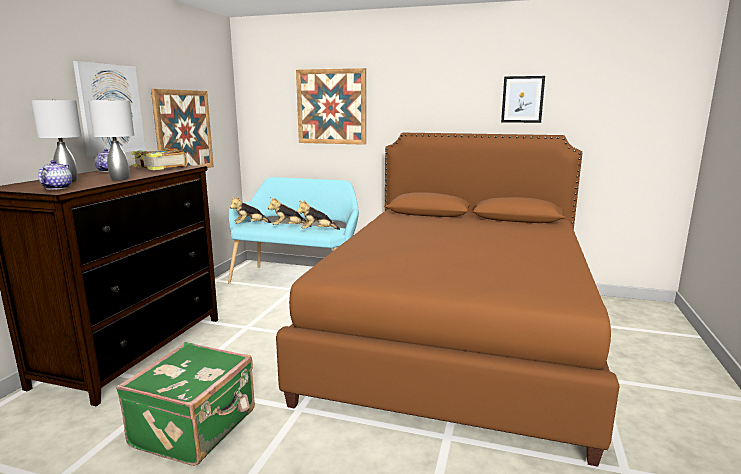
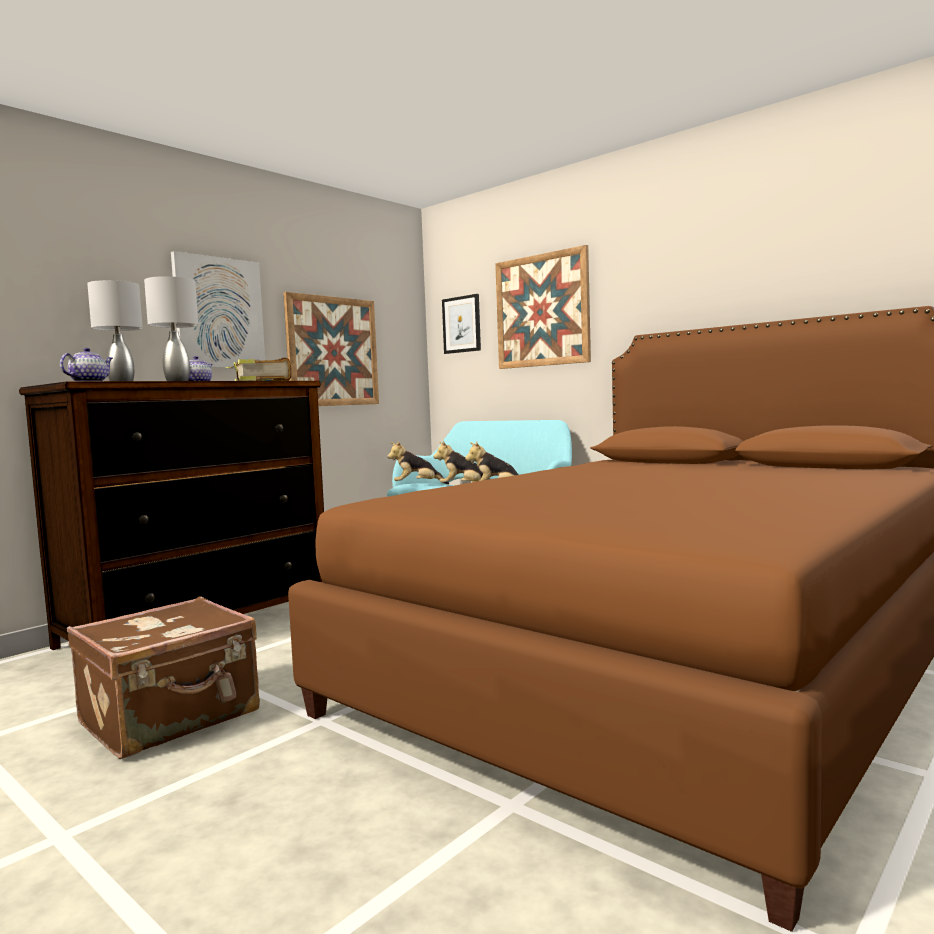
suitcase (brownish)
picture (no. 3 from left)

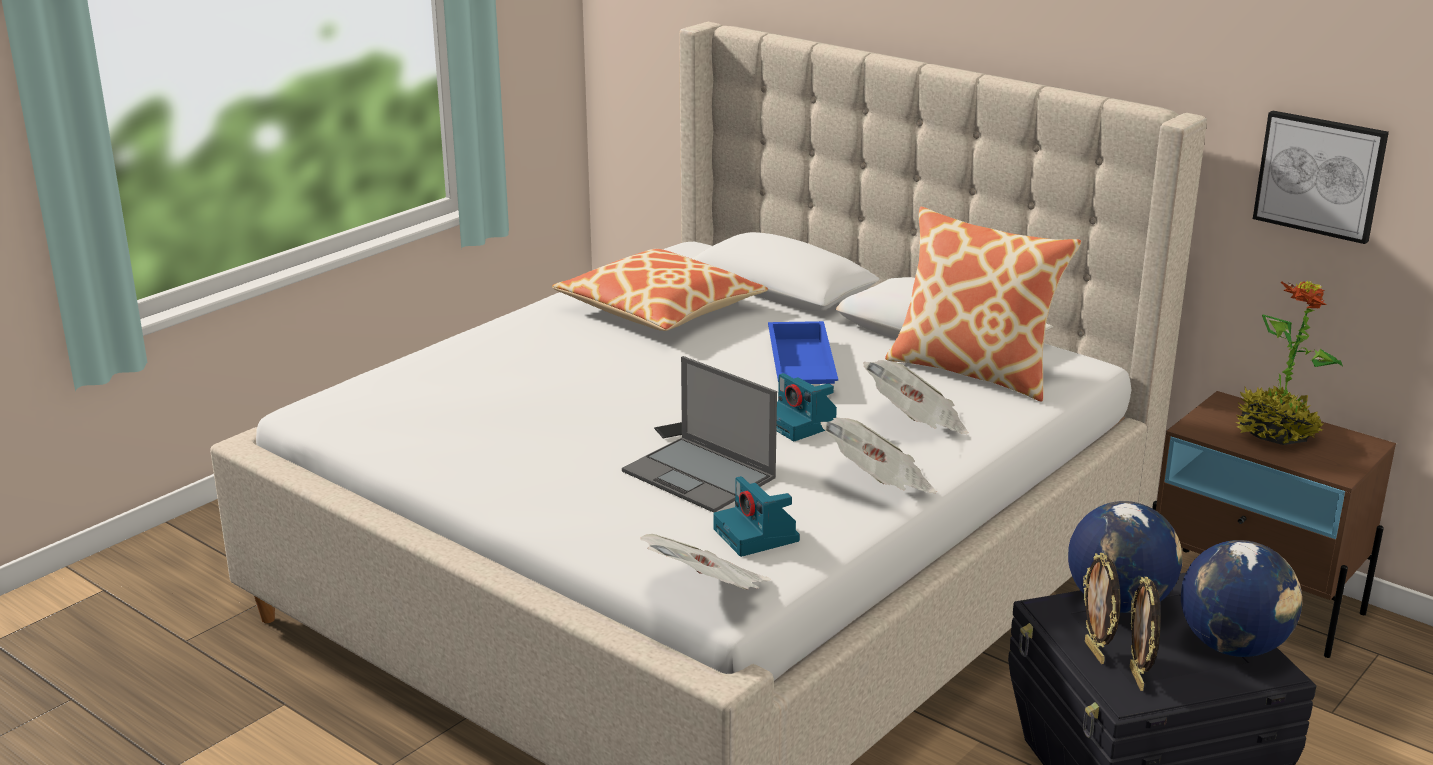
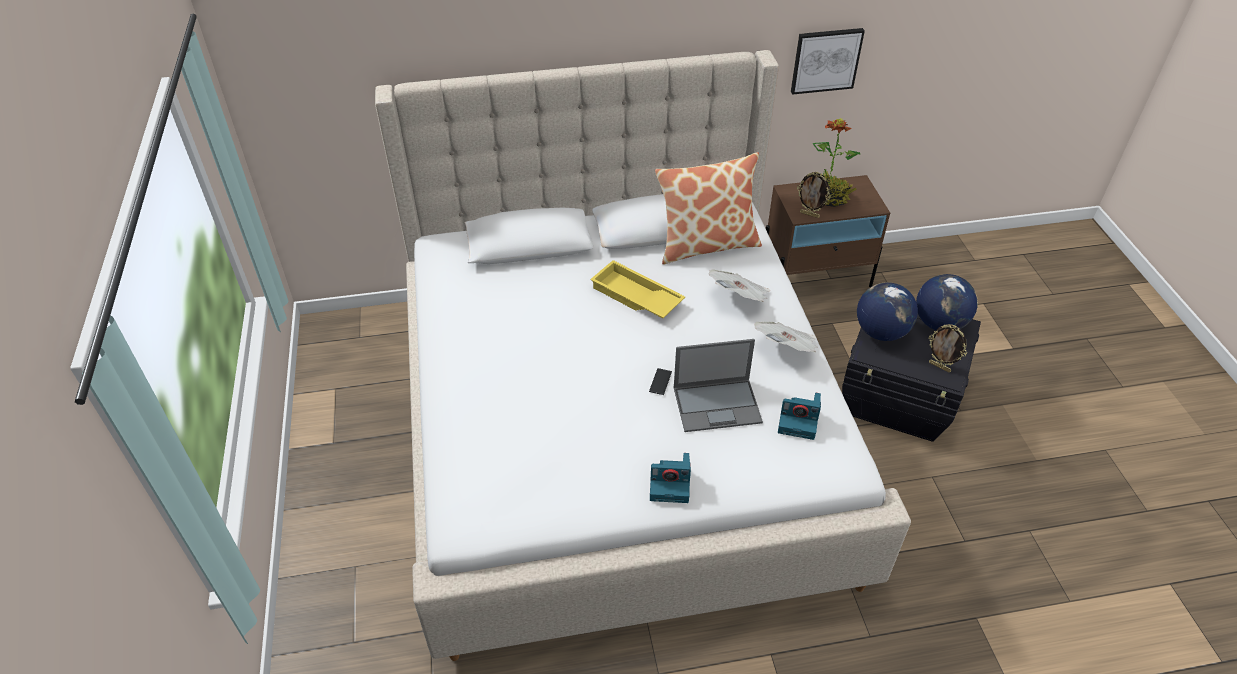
carrying tray (yellowish)
photo camera (no. 1 from left)
standing frame (no. 1 from left)
pillow (no. 1 from left in the first image)
printed paper (no. 1 from left in the first image)

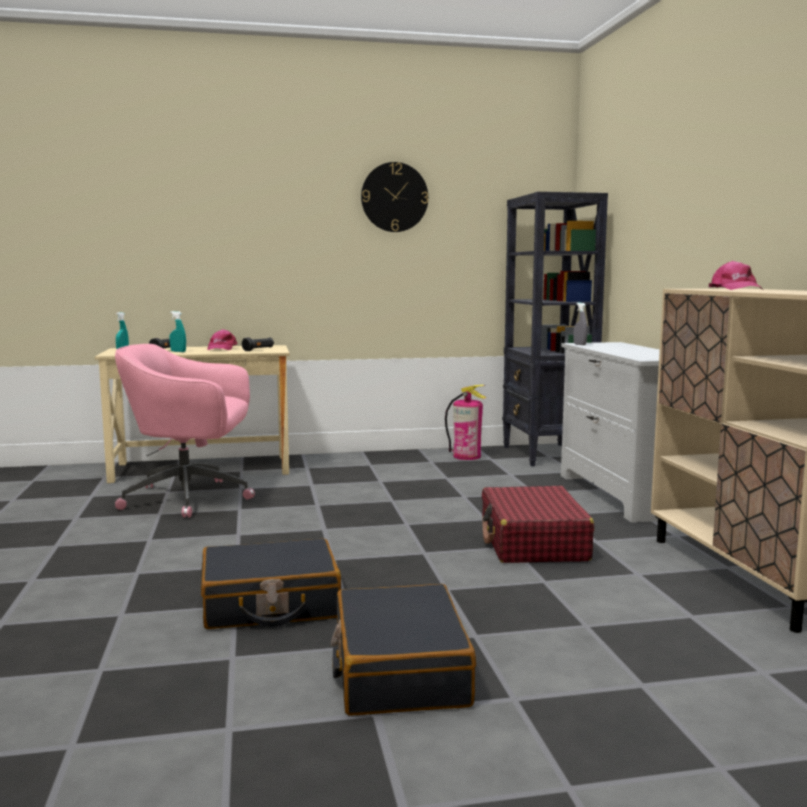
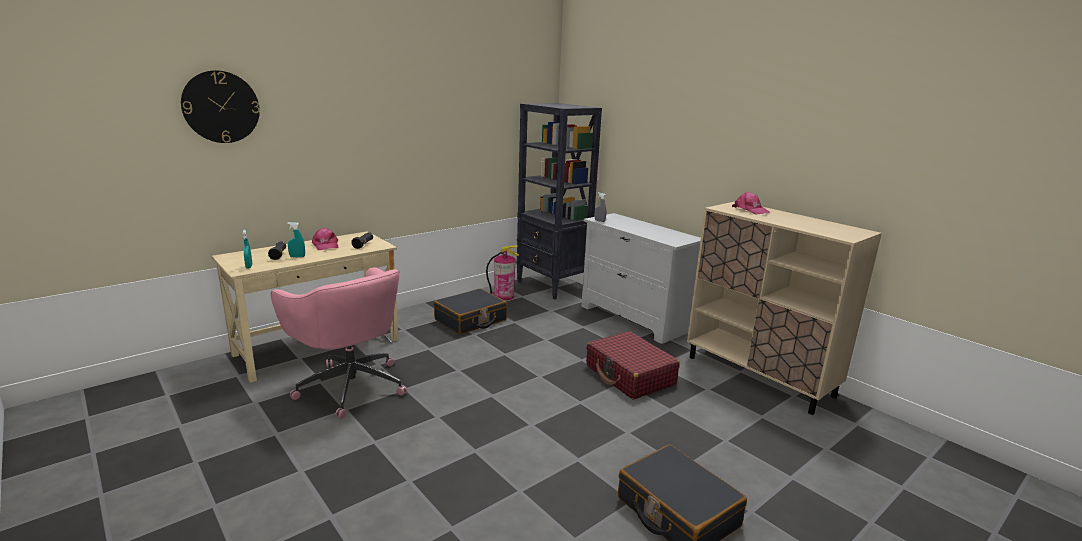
clock on the wall
office chair (pink)
suitcase (blackish) (no. 1 from left)

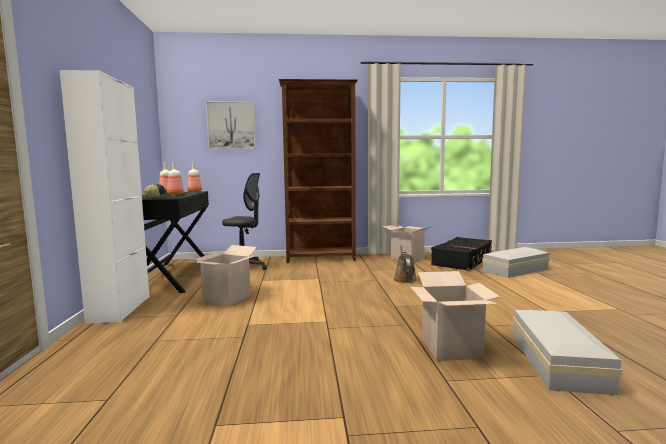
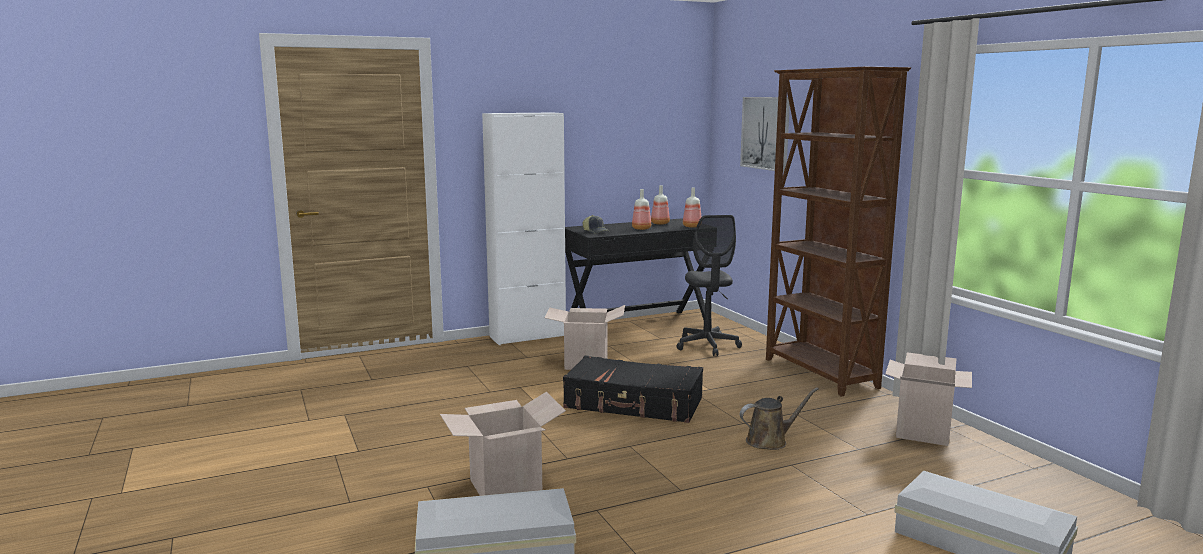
suitcase (blackish)

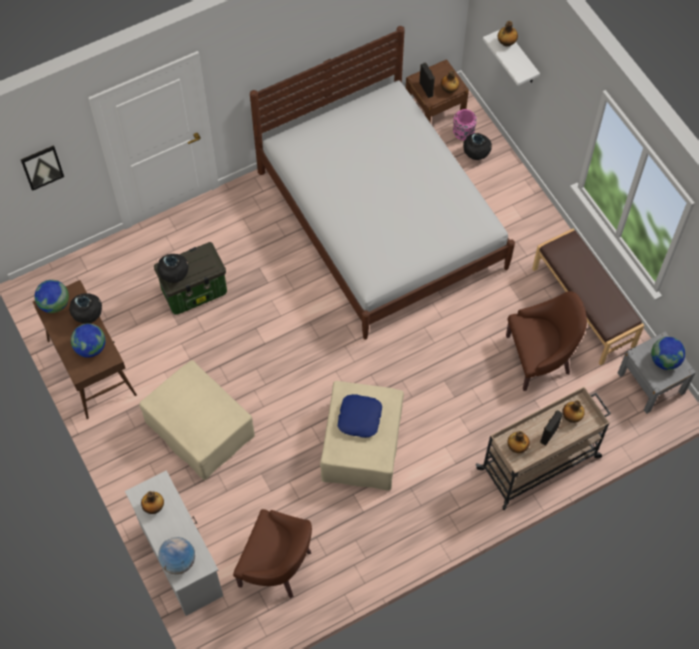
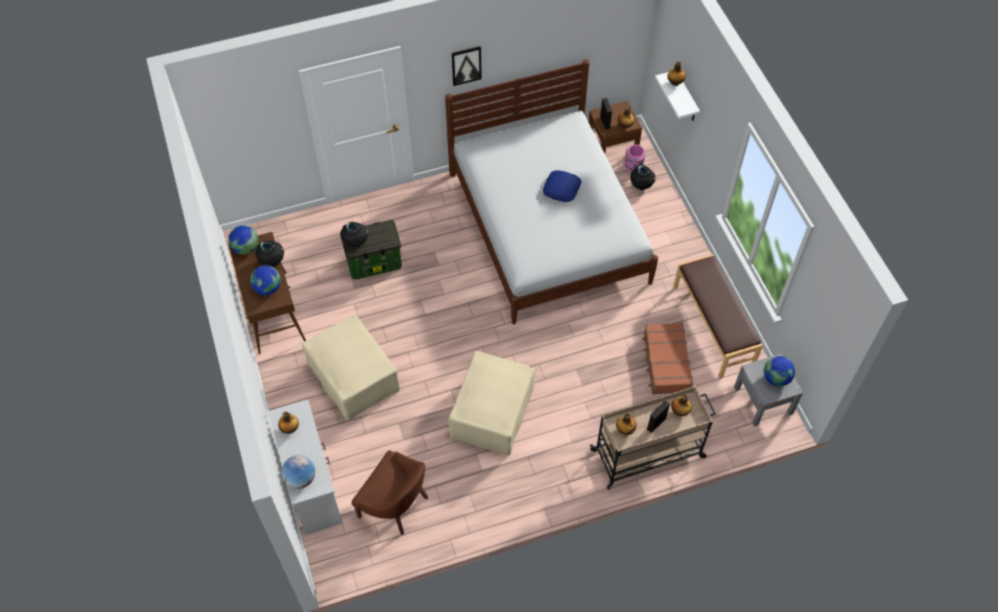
picture
pillow (bluish)
suitcase (brownish)

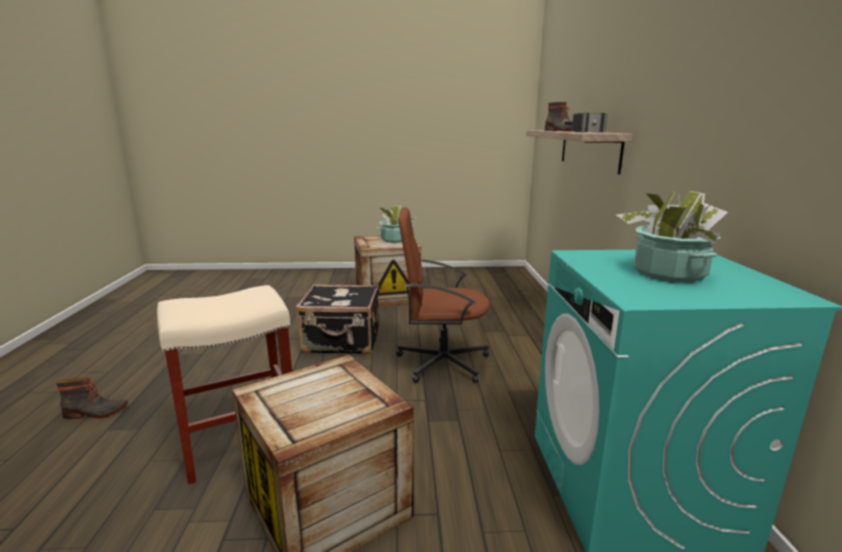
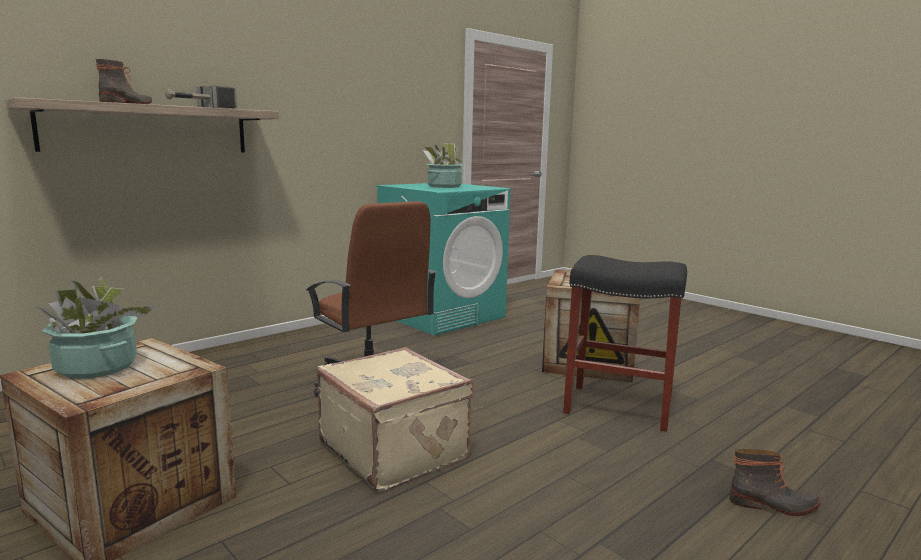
suitcase (beige-coloured)
stool seat (blackish)
boot (no. 2 from left)

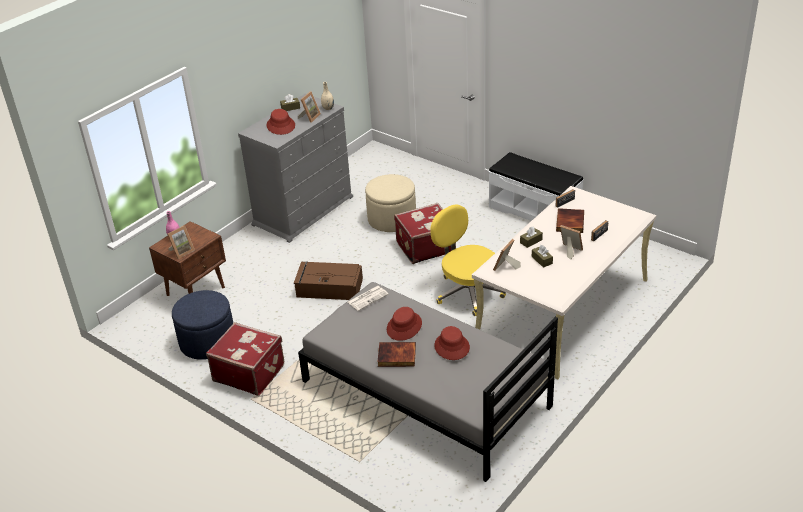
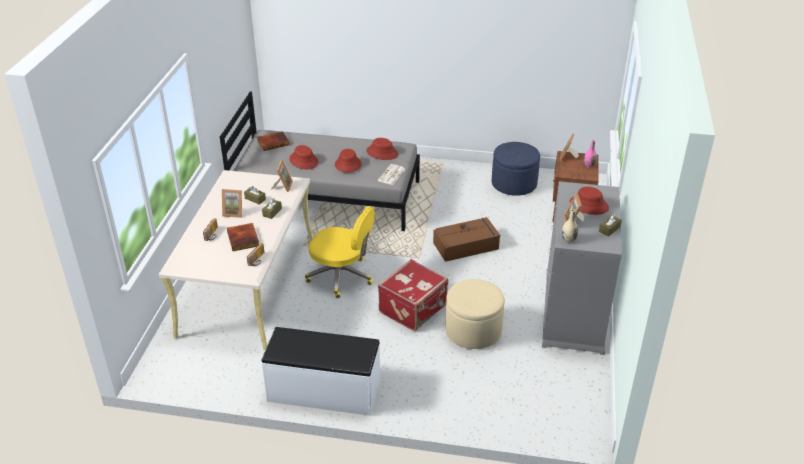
bound book (no. 2 from left)
wearable hat (red) (no. 3 from left)
suitcase (red) (no. 1 from left in the first image)

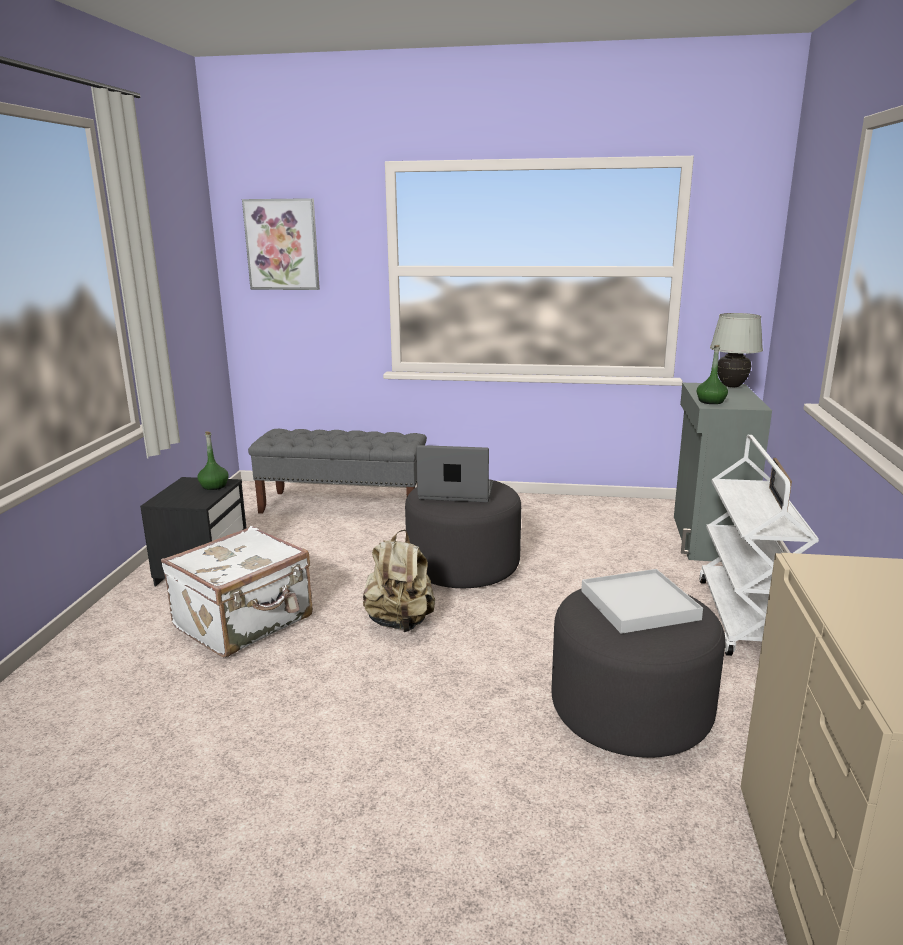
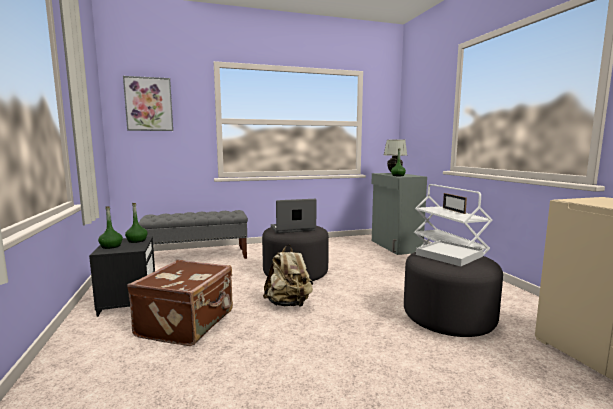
drink bottle (greenish) (no. 1 from left)
suitcase (brownish)

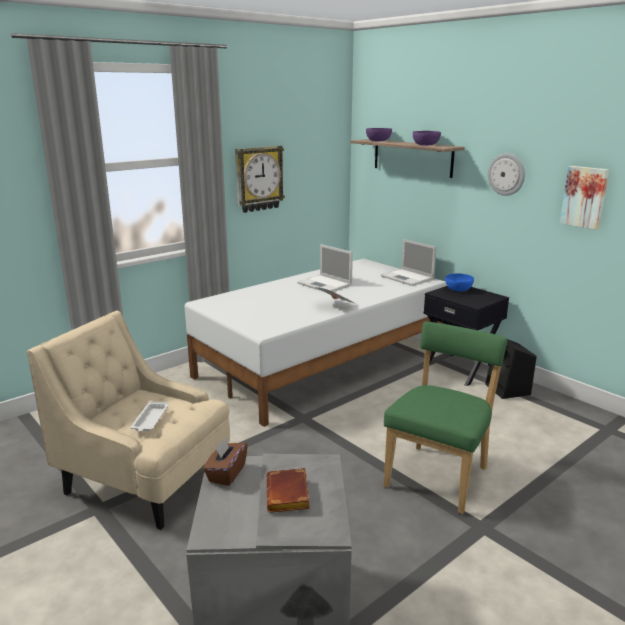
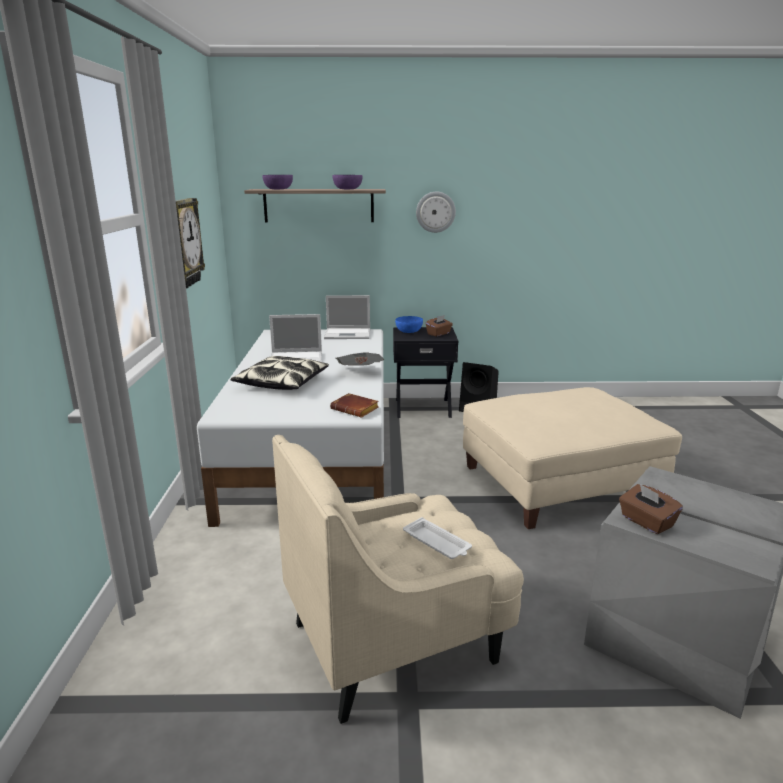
pillow
bound book (brownish)
tissue holder (brownish) (no. 1 from left)
pouffe (beige-coloured)
picture

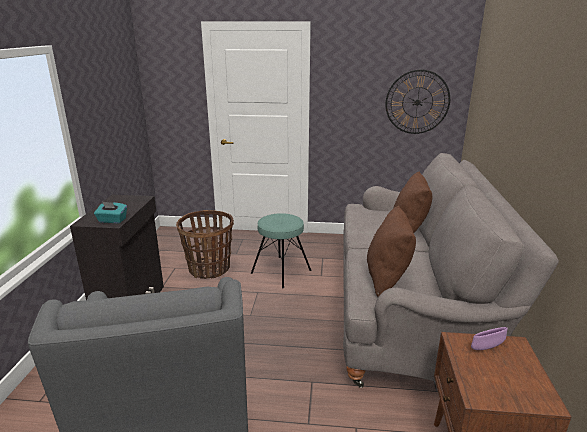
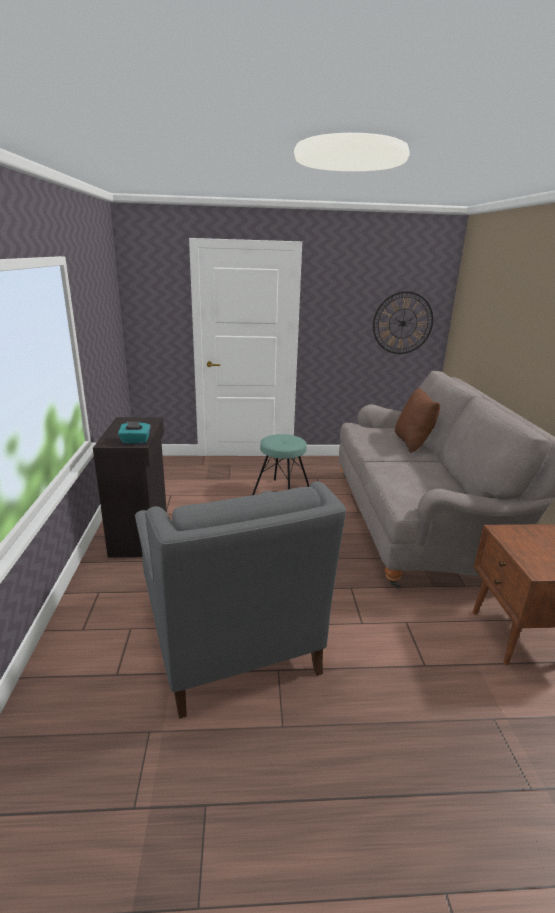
storage basket
pillow (brownish) (no. 1 from left in the first image)
deep dish (purplish)

